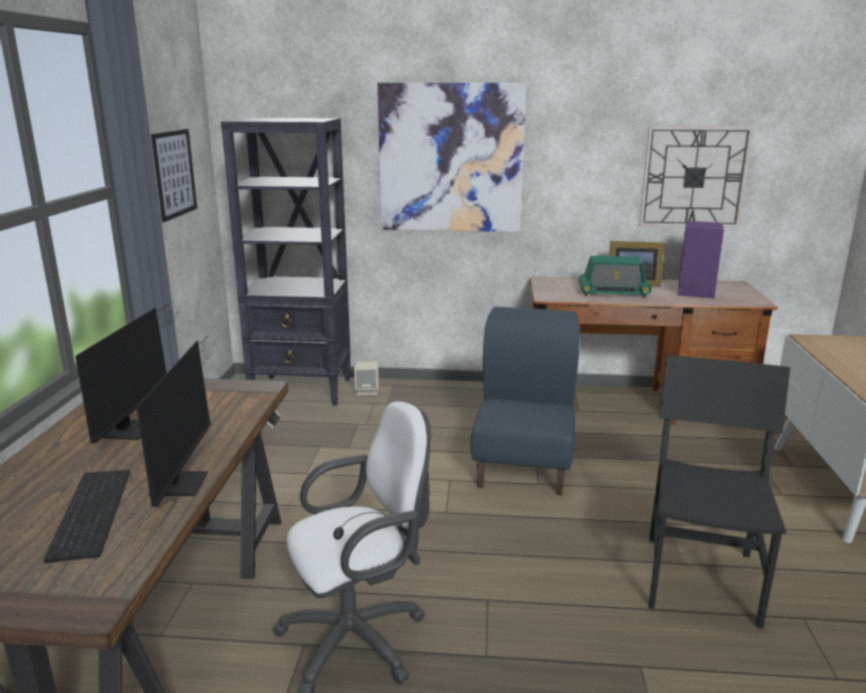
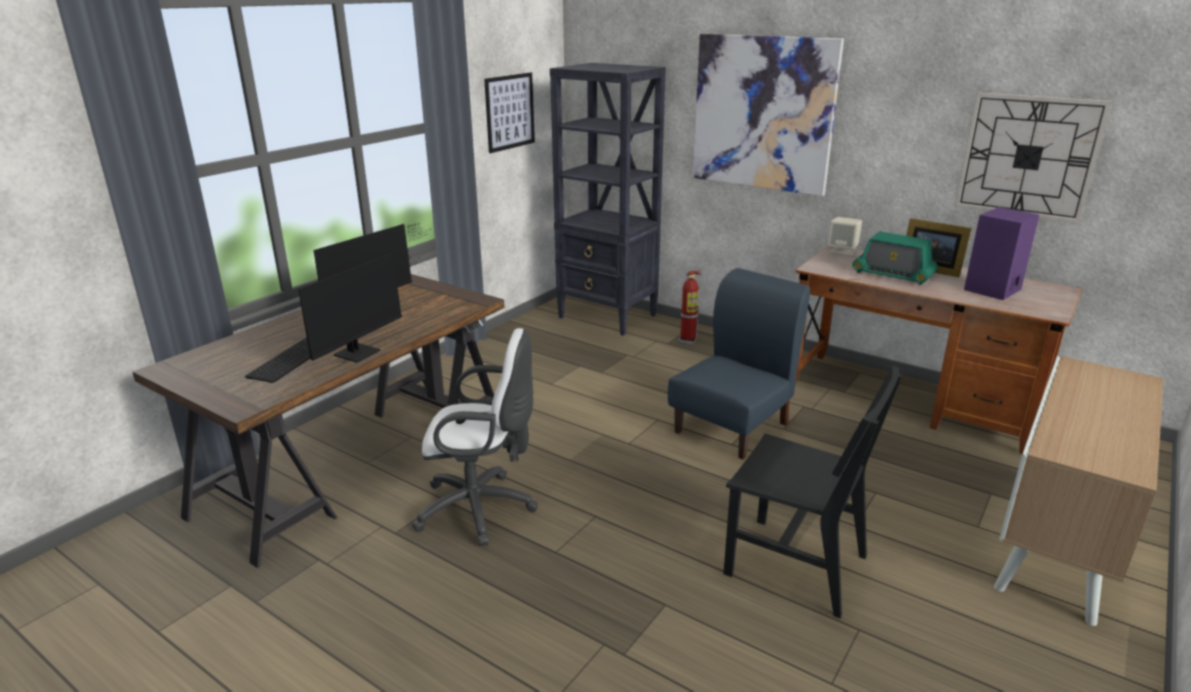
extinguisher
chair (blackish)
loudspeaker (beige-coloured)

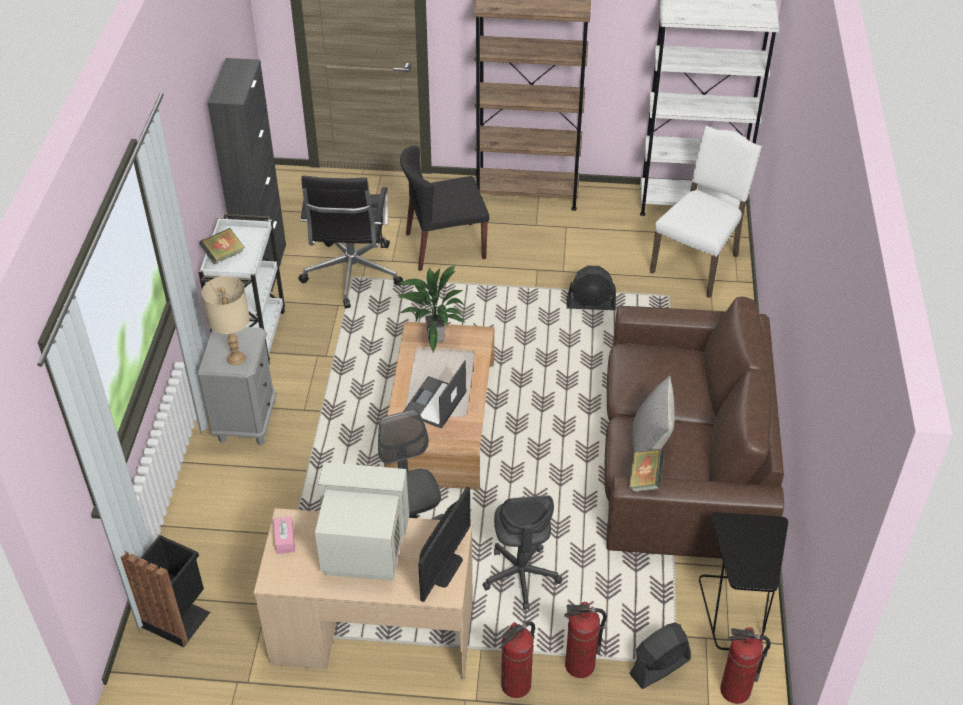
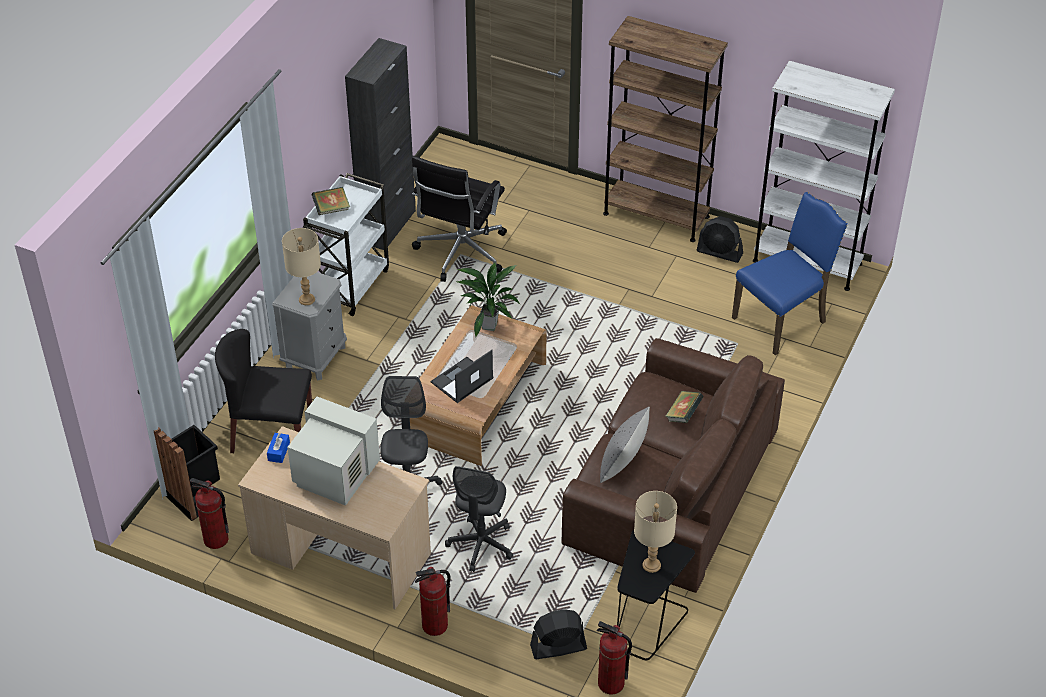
extinguisher (no. 1 from left)
chair (blackish)
tissue holder (bluish)
lamp for a table (beige-coloured) (no. 2 from left)
bound book (no. 2 from left)
cooling fan (blackish) (no. 2 from left)
chair (bluish)
computer display (no. 2 from left in the first image)

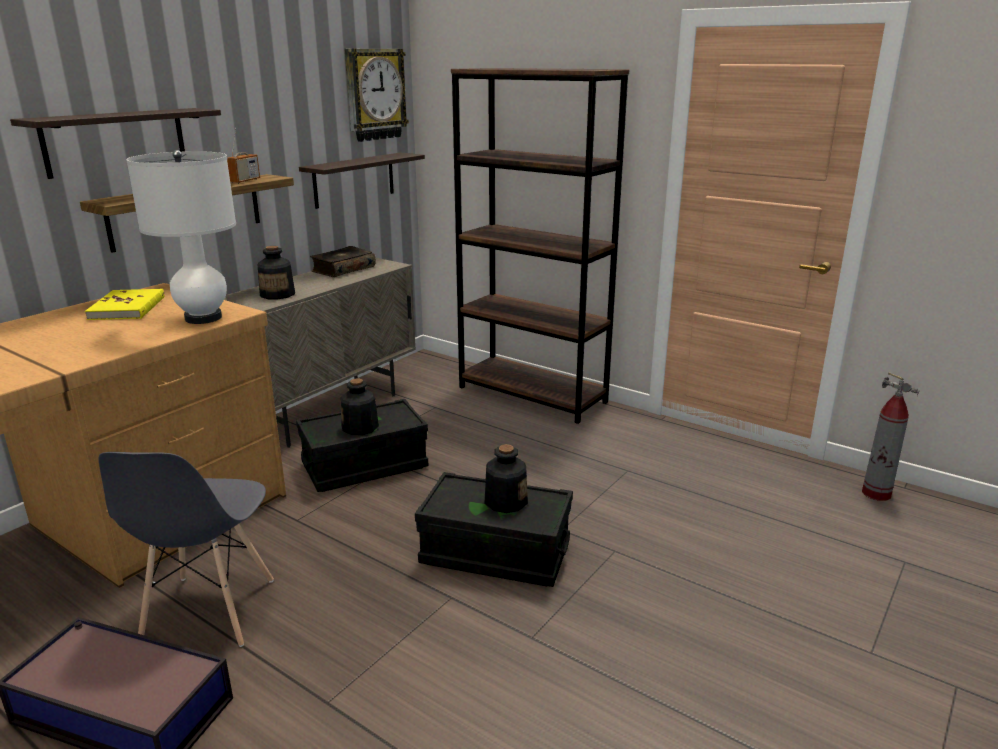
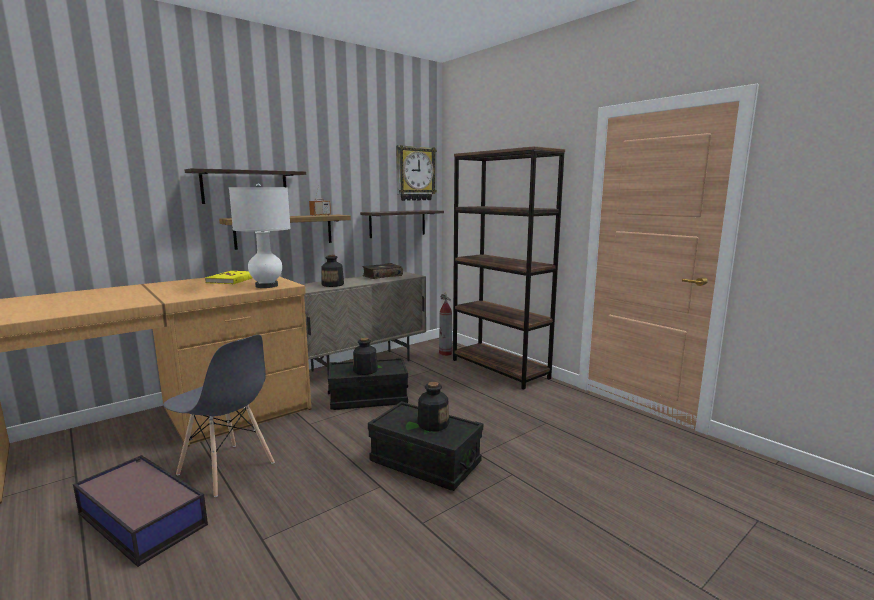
chair (greyish)
extinguisher

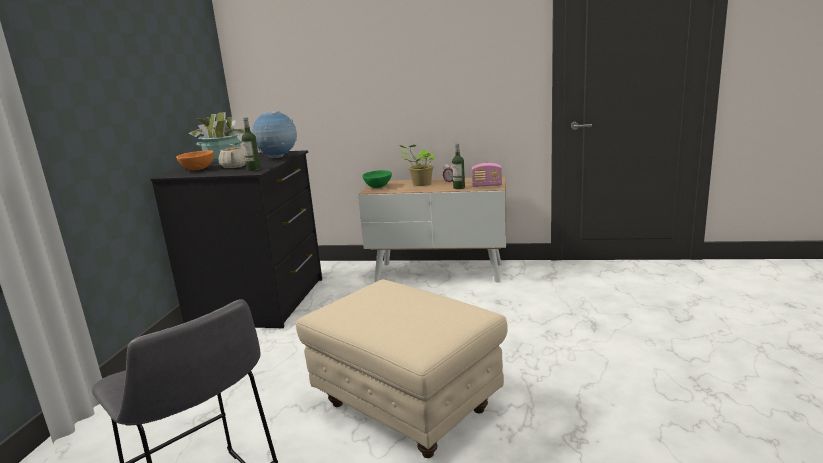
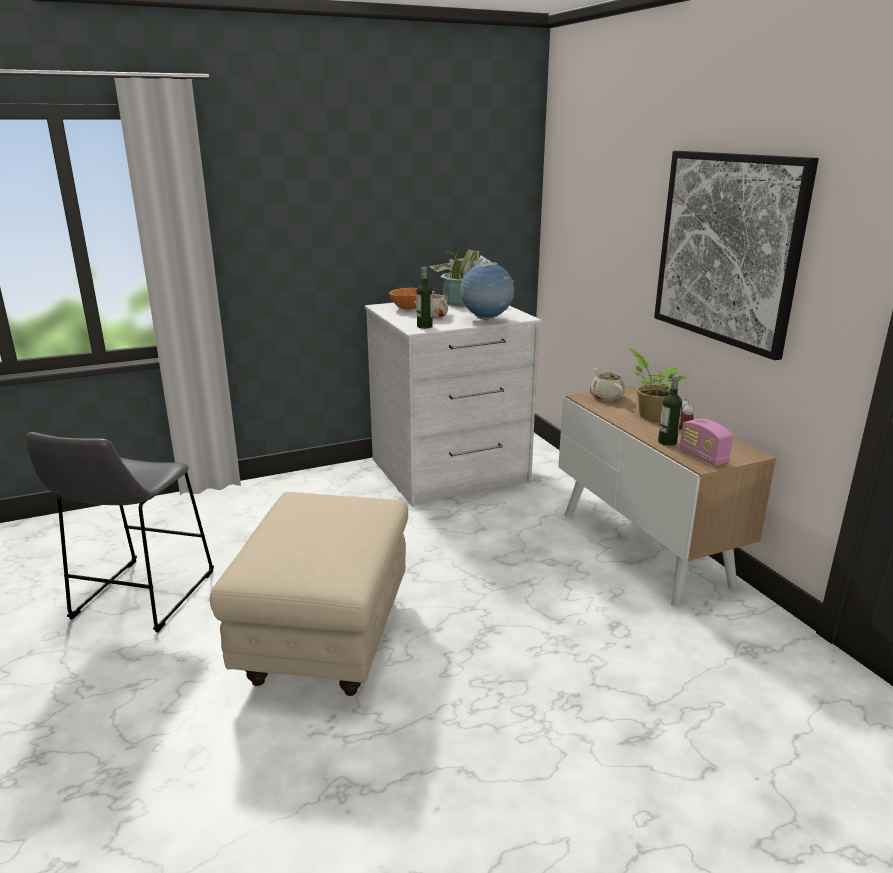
drawer chest (whitish)
pot for tea (beige-coloured) (no. 2 from left)
picture

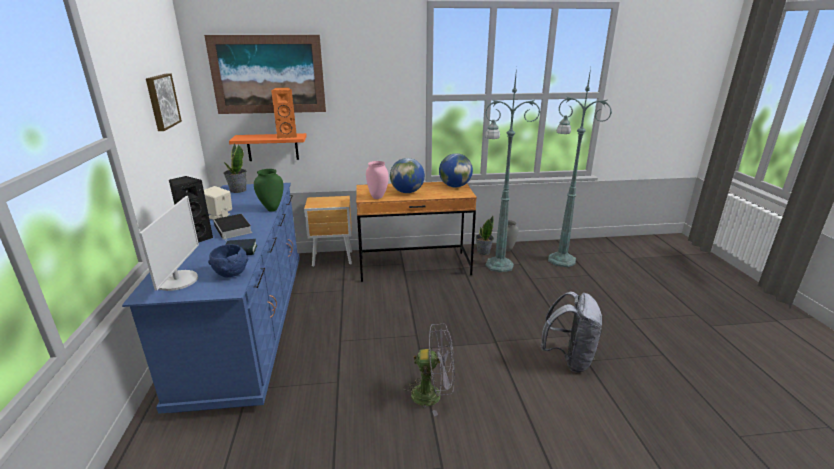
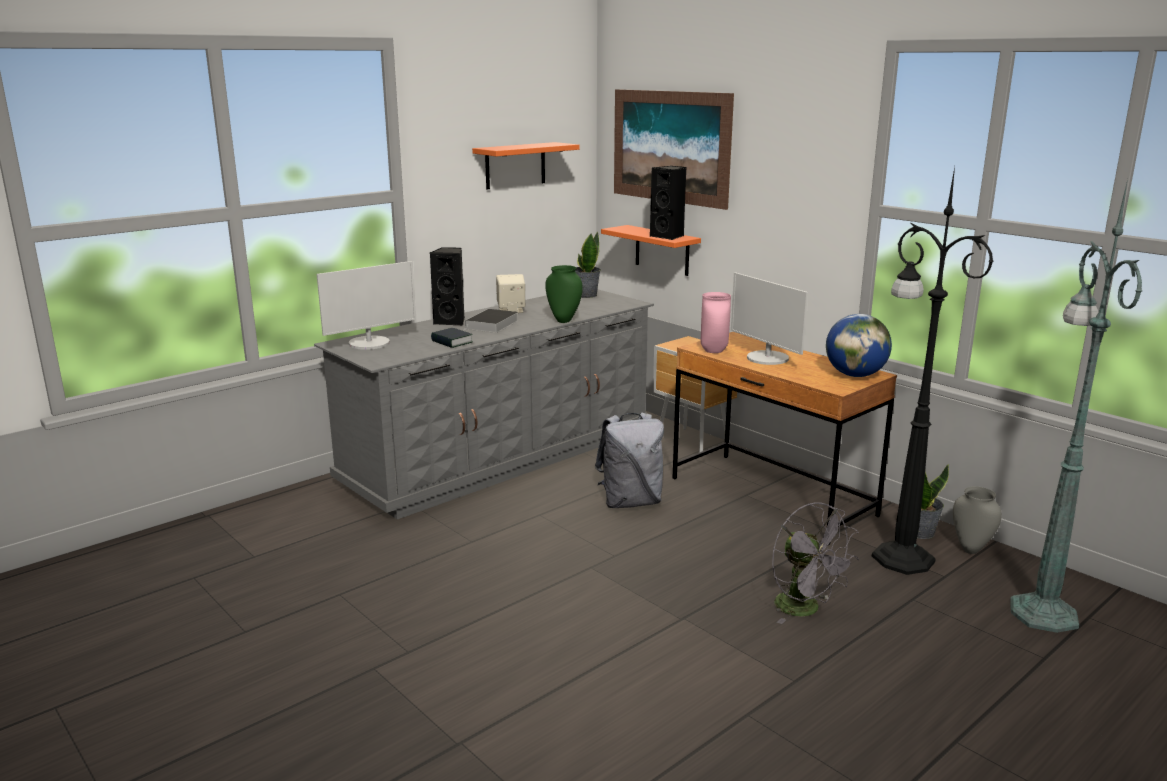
drawer chest (greyish)
shelf (orange-coloured) (no. 1 from left)
backpack (greyish)
loudspeaker (blackish) (no. 2 from left)
computer display (no. 2 from left)
cooling fan (greyish)
floor lamp (blackish)
deep dish (bluish)

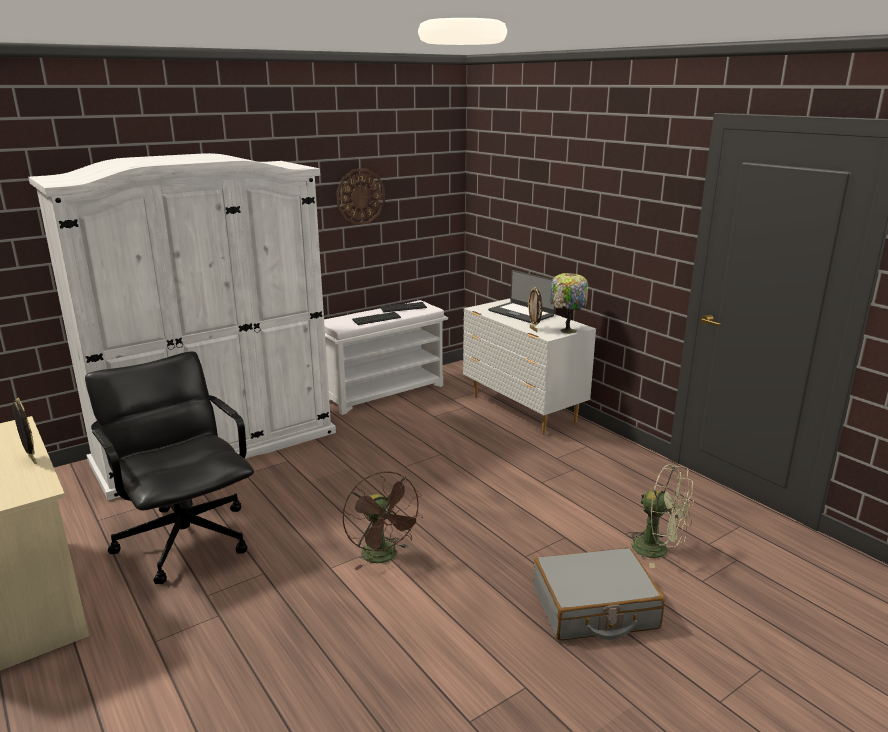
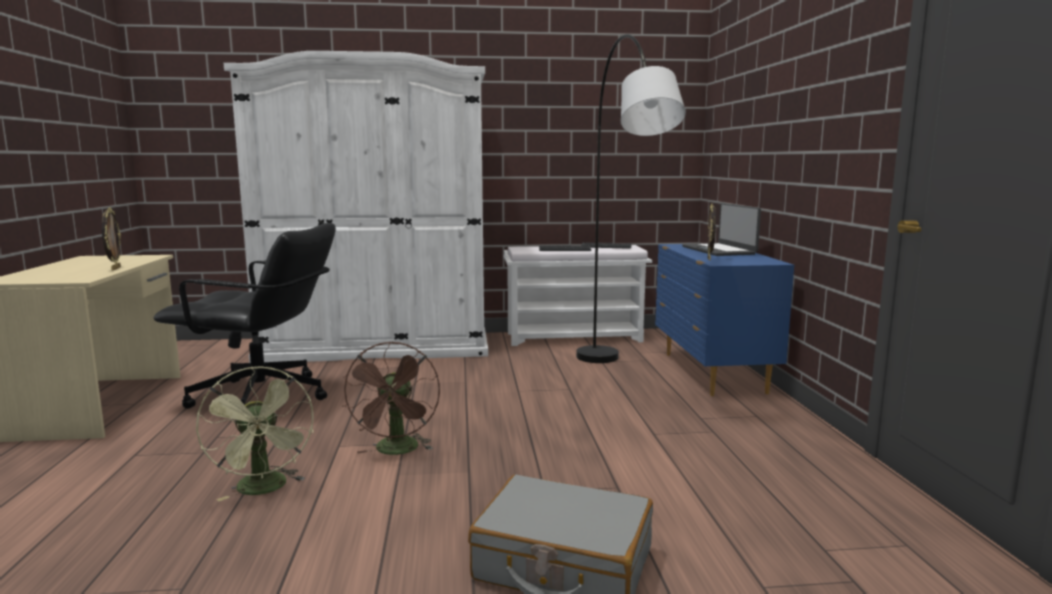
office chair (blackish)
cooling fan (greenish)
floor lamp (greyish)
drawer chest (bluish)
clock on the wall
lamp for a table

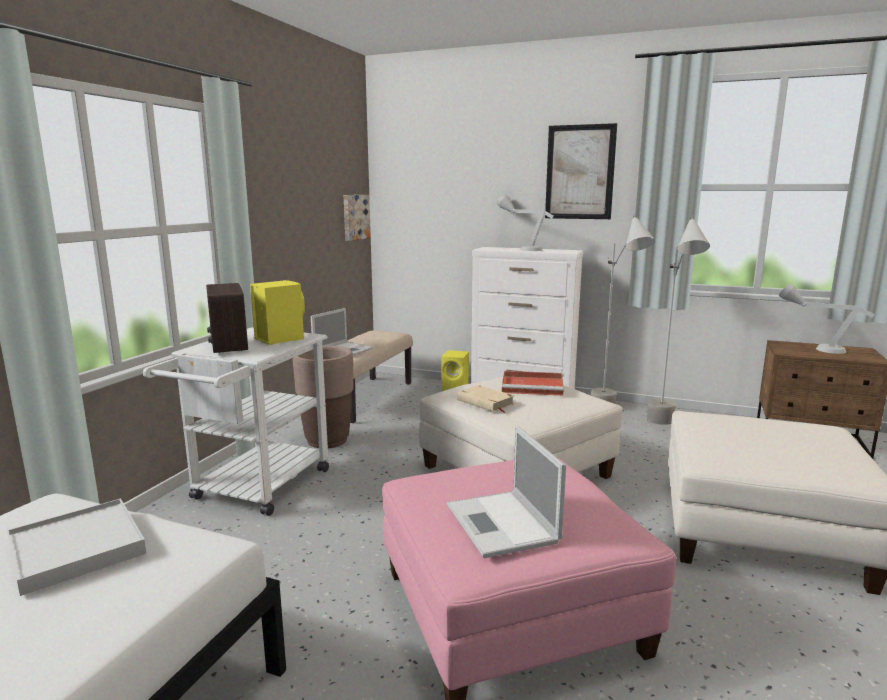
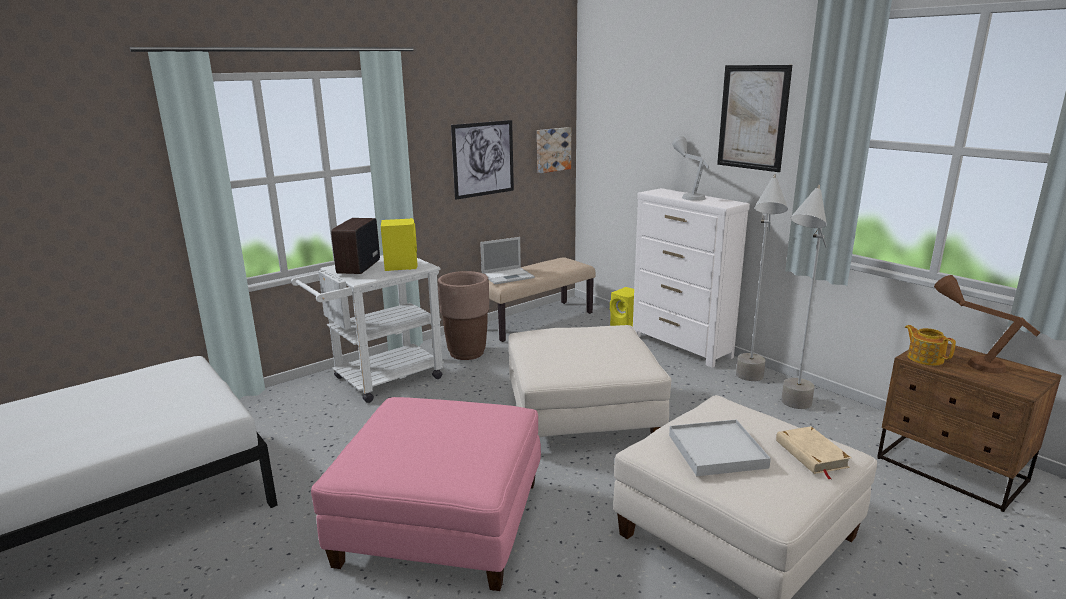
picture (no. 1 from left)
carrying tray (whitish)
bound book (beige-coloured)
pot for tea
lamp for a table (brownish)
portable computer (no. 2 from left in the first image)
carrying tray (red)

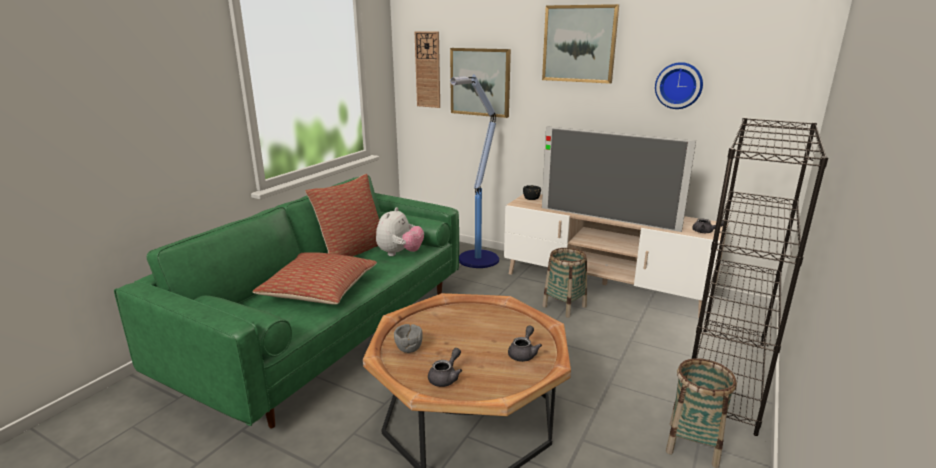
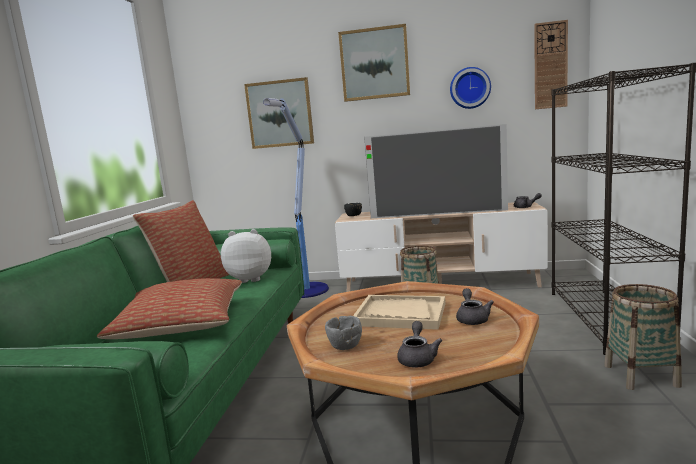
cuddly toy
carrying tray (beige-coloured)
clock on the wall (no. 2 from left)

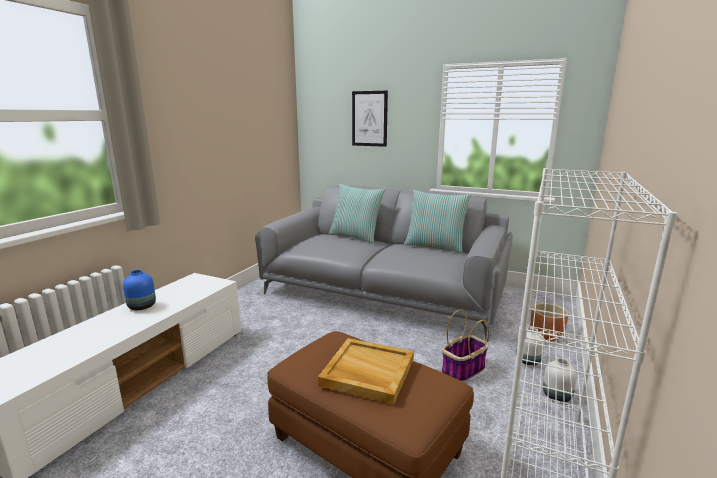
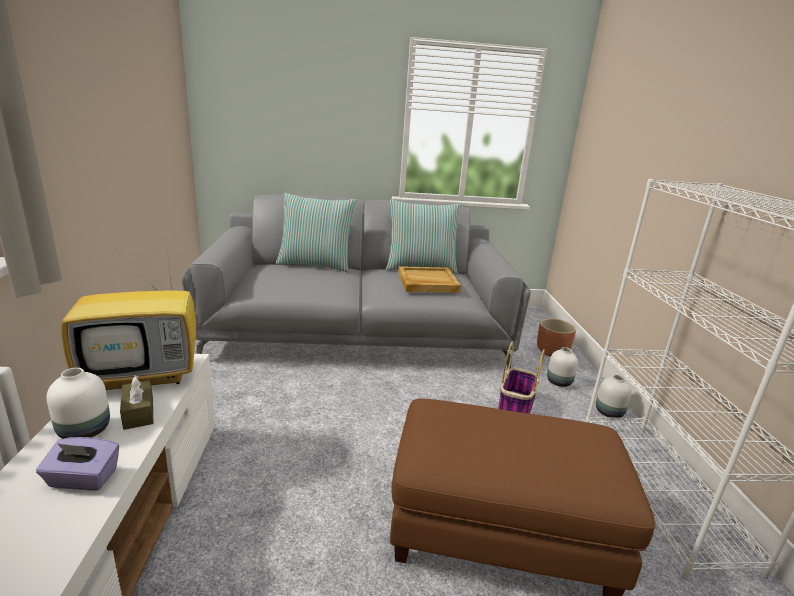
tissue holder (purplish)
vase (whitish) (no. 1 from left)
television
tissue holder (brownish)
carrying tray (beige-coloured)
picture

